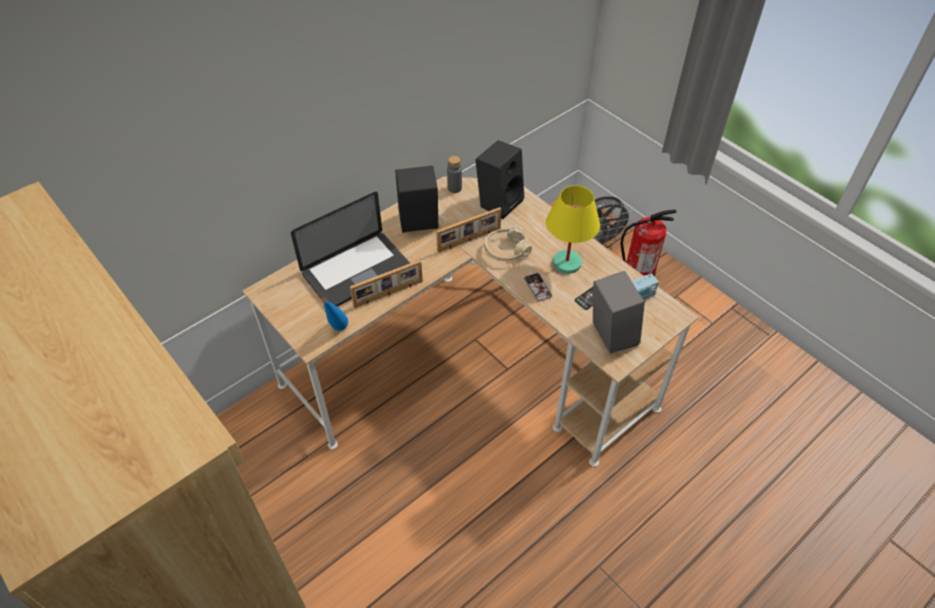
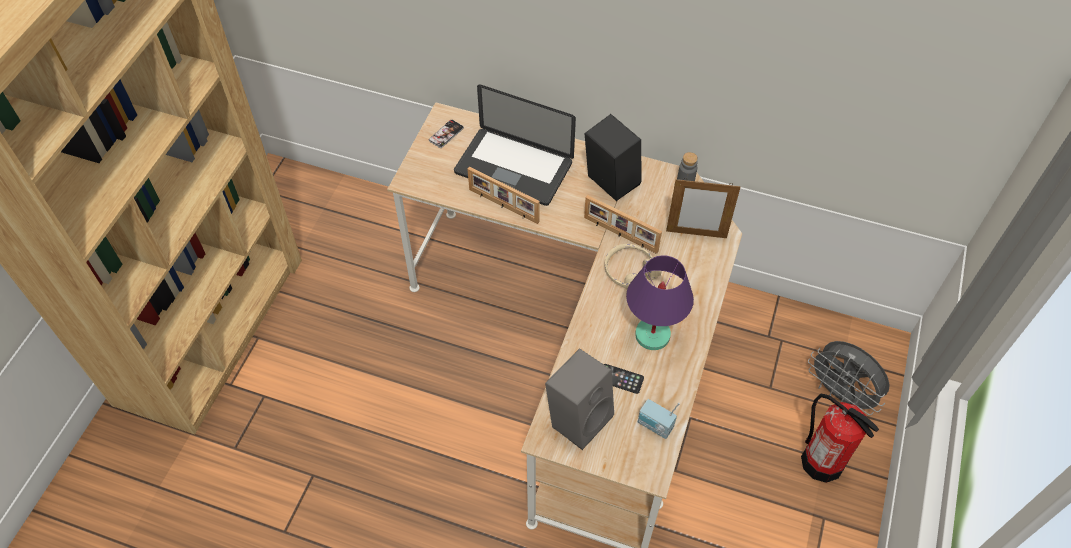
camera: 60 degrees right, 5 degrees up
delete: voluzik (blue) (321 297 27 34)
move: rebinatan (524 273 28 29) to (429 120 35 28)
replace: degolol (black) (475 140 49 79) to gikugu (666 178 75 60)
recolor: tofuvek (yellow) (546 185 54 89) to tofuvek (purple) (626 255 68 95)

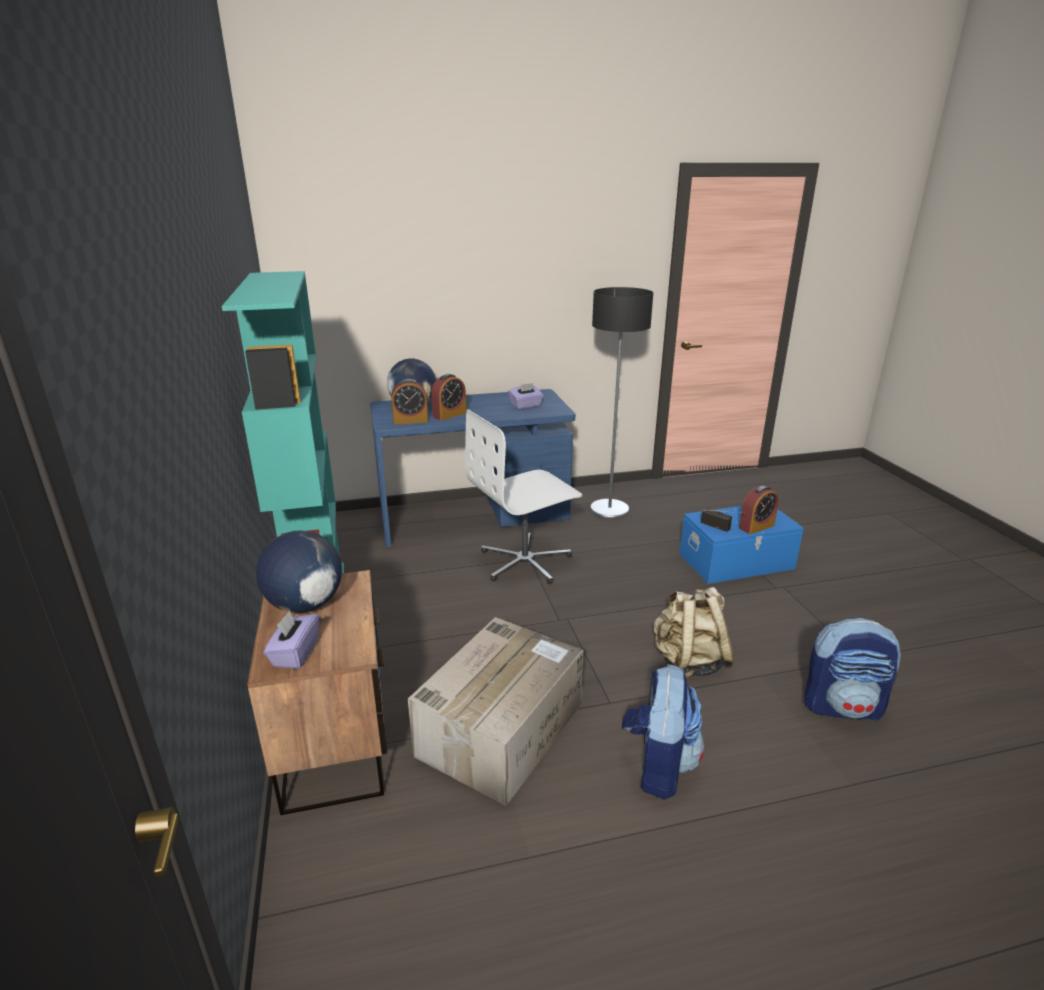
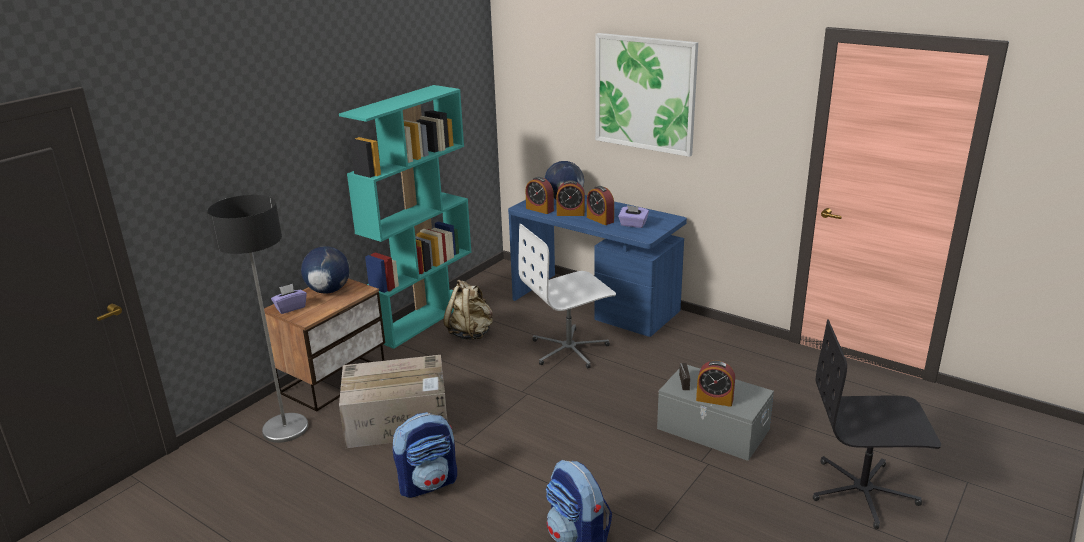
camera: 50 degrees right, 0 degrees up
insert: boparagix (587 186 27 39); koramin (595 33 103 124); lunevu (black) (813 319 128 210)
move: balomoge (590 287 63 233) to (207 195 101 248); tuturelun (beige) (654 587 80 91) to (444 280 49 60)
recolor: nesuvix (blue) (680 506 124 78) to nesuvix (grey) (657 365 117 96)
rotate: lunevu (white) (465 409 117 175) = (519 224 97 144) 45 degrees counterclockwise

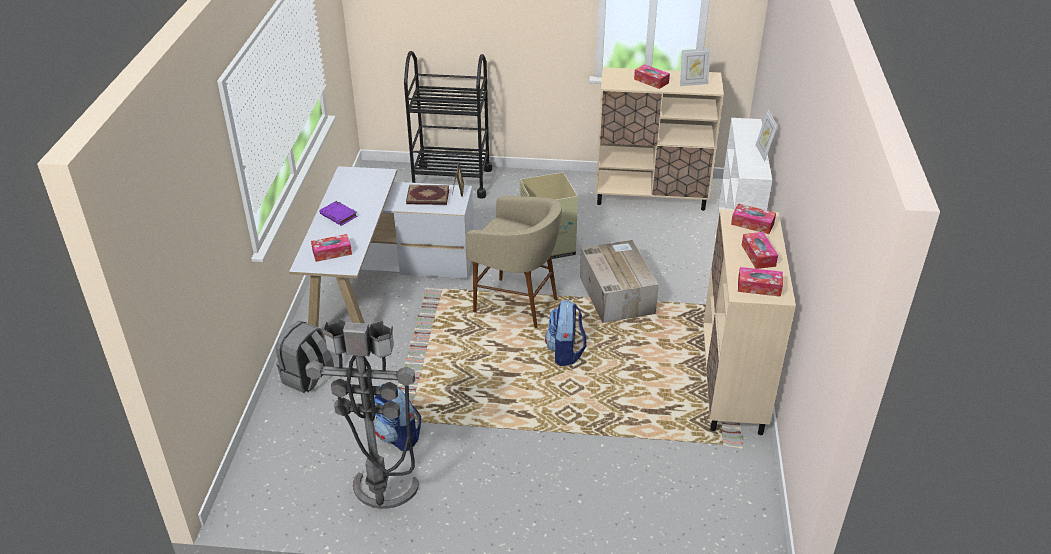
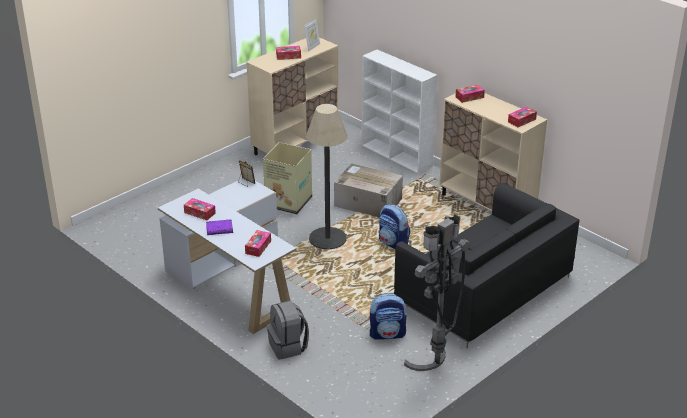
camera: 50 degrees left, 5 degrees down
delete: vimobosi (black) (404 51 88 148); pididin (406 185 43 20); gikugu (756 110 22 51)
insert: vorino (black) (394 183 186 166)
move: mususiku (742 232 36 37) to (184 198 32 22)
replace: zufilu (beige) (465 196 97 132) to balomoge (306 104 41 145)

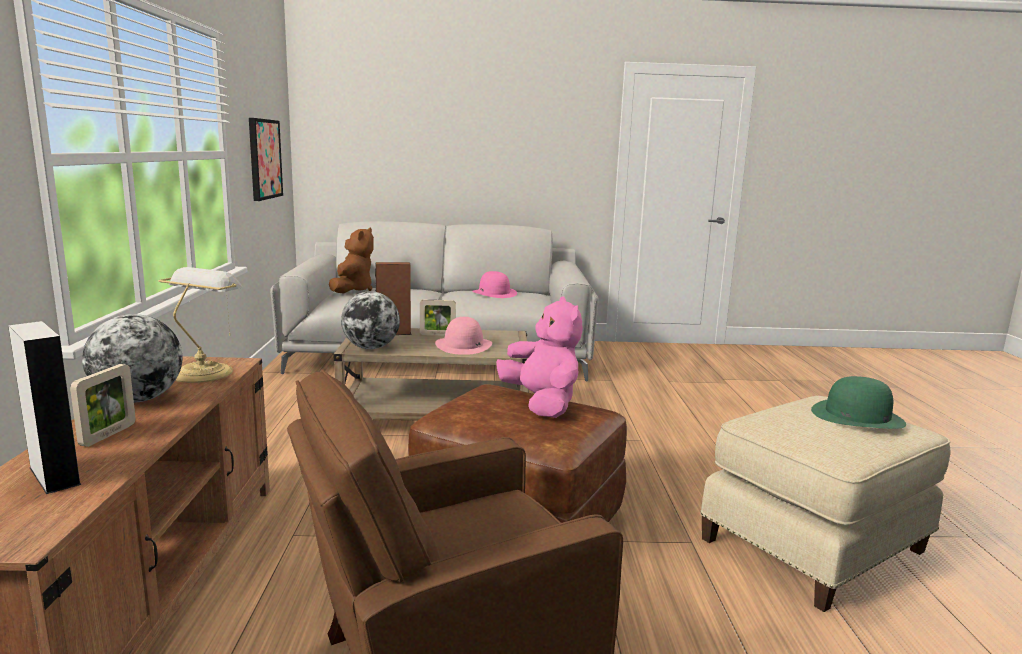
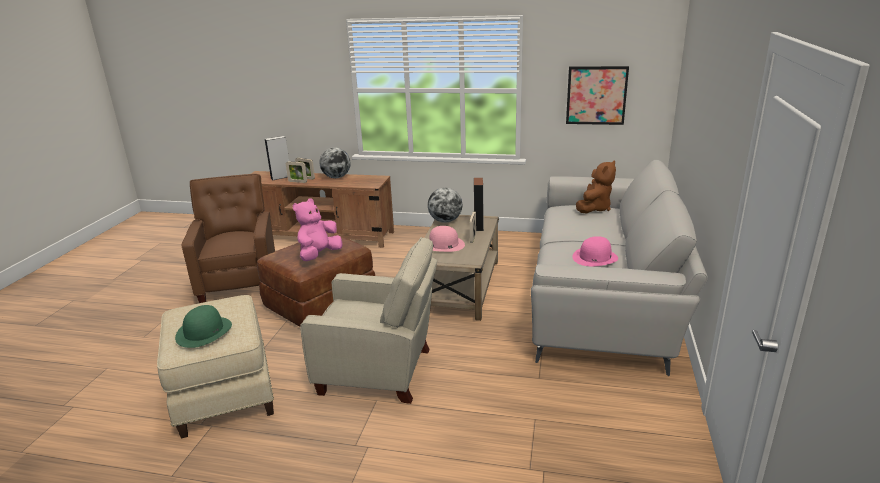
camera: 105 degrees right, 10 degrees up
delete: tofuvek (158 267 84 116)
insert: gikugu (286 161 21 22); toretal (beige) (300 237 137 167)
rotate: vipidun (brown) (329 227 45 66) = (576 160 40 54) 75 degrees counterclockwise; vipidun (pink) (496 296 87 122) = (293 199 50 62) 135 degrees clockwise

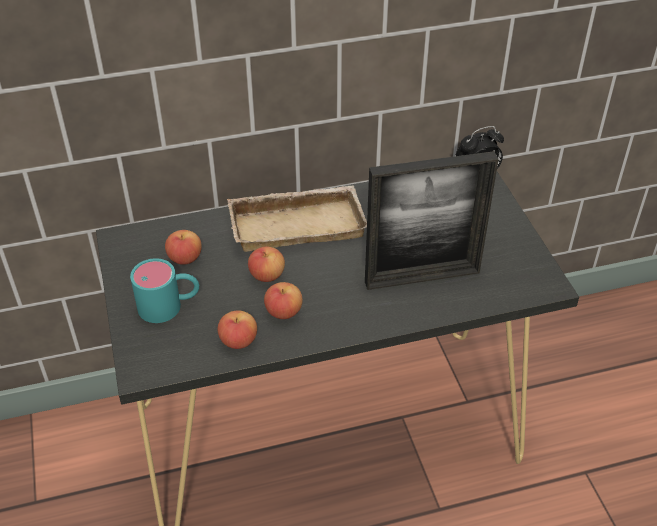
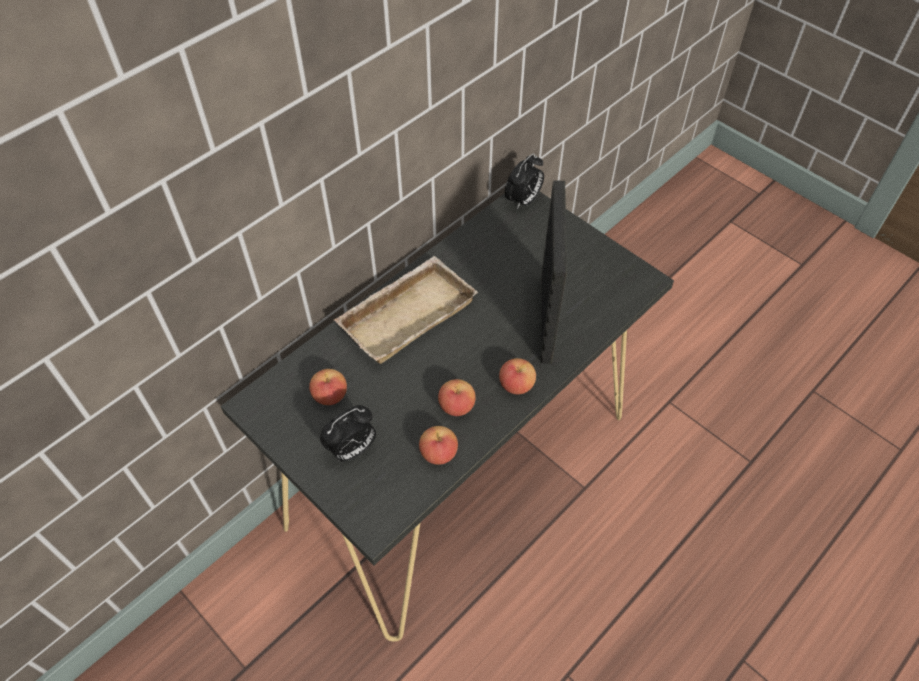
camera: 30 degrees left, 10 degrees up
move: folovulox (248 247 37 35) to (499 358 37 36)
replace: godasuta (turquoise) (130 258 69 65) to boparagix (320 405 56 57)
rotate: gikugu (365 151 134 139) = (541 180 26 184) 45 degrees counterclockwise

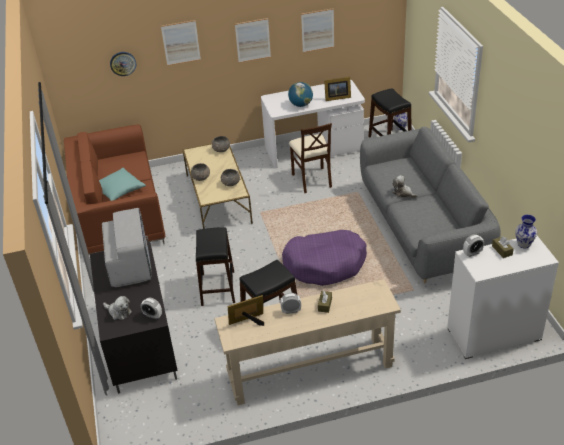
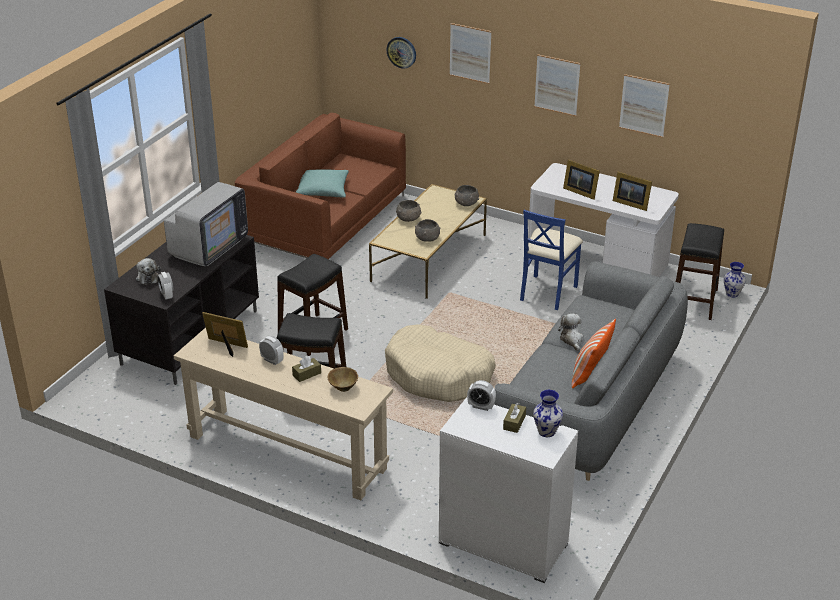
camera: 40 degrees right, 5 degrees down
insert: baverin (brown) (328 367 30 25); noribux (572 319 44 69)
replace: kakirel (288 82 25 25) to gikugu (563 160 37 40)
recolor: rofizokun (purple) (282 230 85 56) to rofizokun (beige) (385 324 111 78); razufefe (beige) (289 123 43 70) to razufefe (blue) (520 210 63 100)

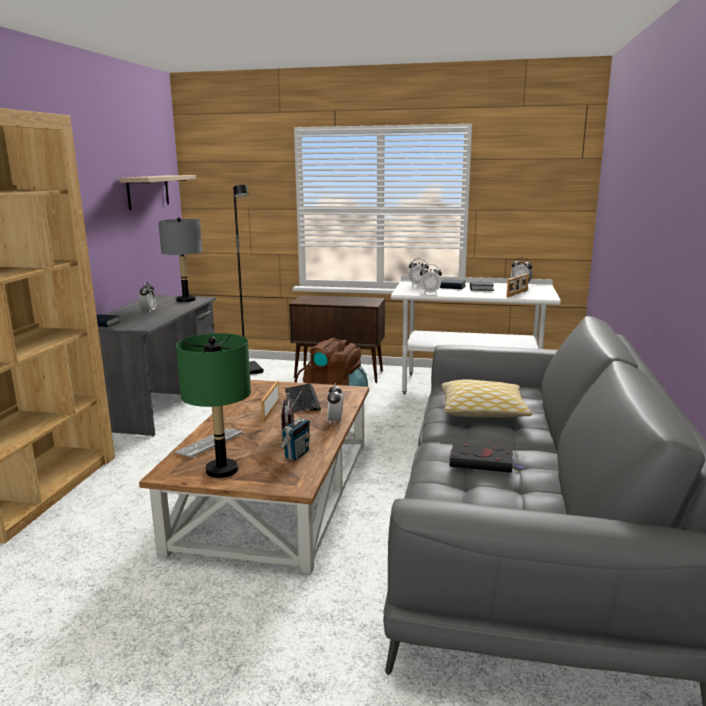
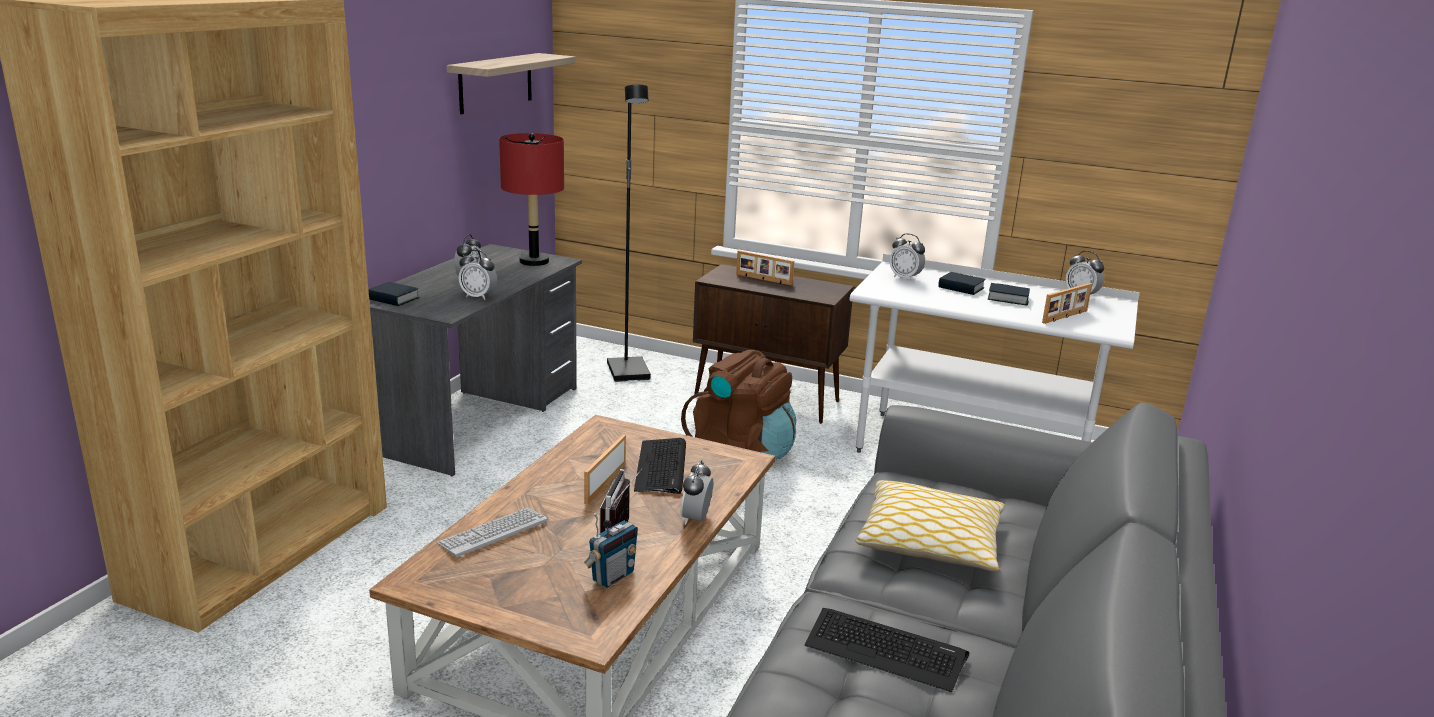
camera: 10 degrees right, 5 degrees up
delete: tofuvek (green) (176 333 75 145)
insert: gikugu (736 250 58 36)
move: boparagix (420 264 22 30) to (459 250 38 50)
replace: pididin (black) (449 442 76 31) to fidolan (805 608 164 84)
recolor: tofuvek (grey) (158 217 44 85) to tofuvek (red) (499 133 65 133)

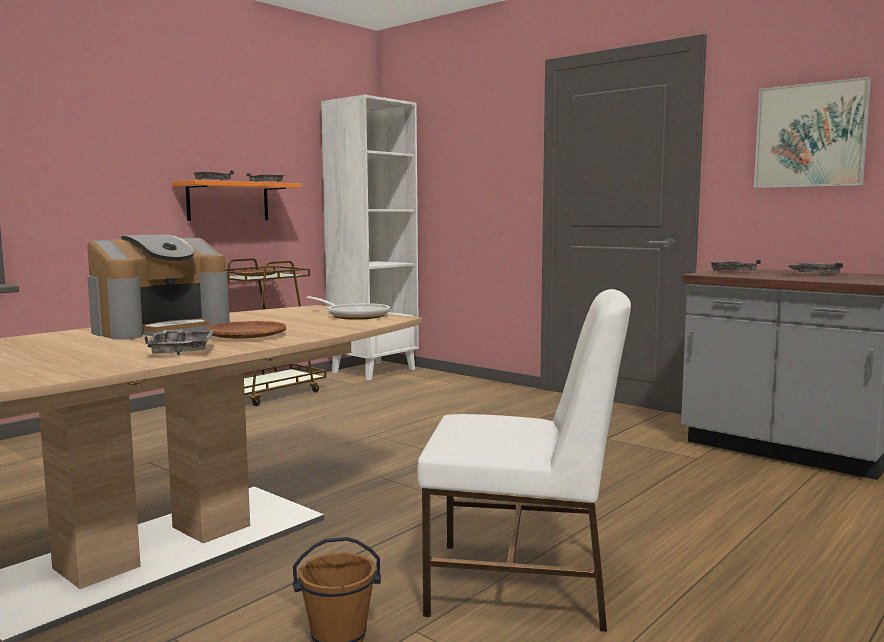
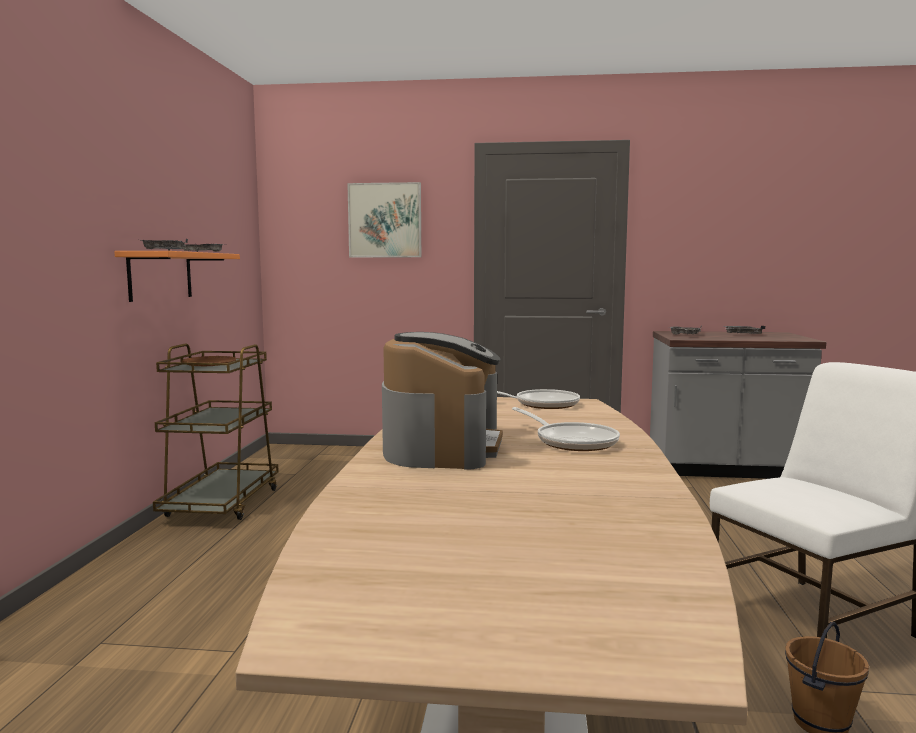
camera: 35 degrees left, 0 degrees up
delete: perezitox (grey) (145 330 69 25); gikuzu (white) (321 95 98 285)
move: koramin (754 77 117 111) to (347 182 74 75)
replace: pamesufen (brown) (205 321 82 18) to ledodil (512 407 108 44)

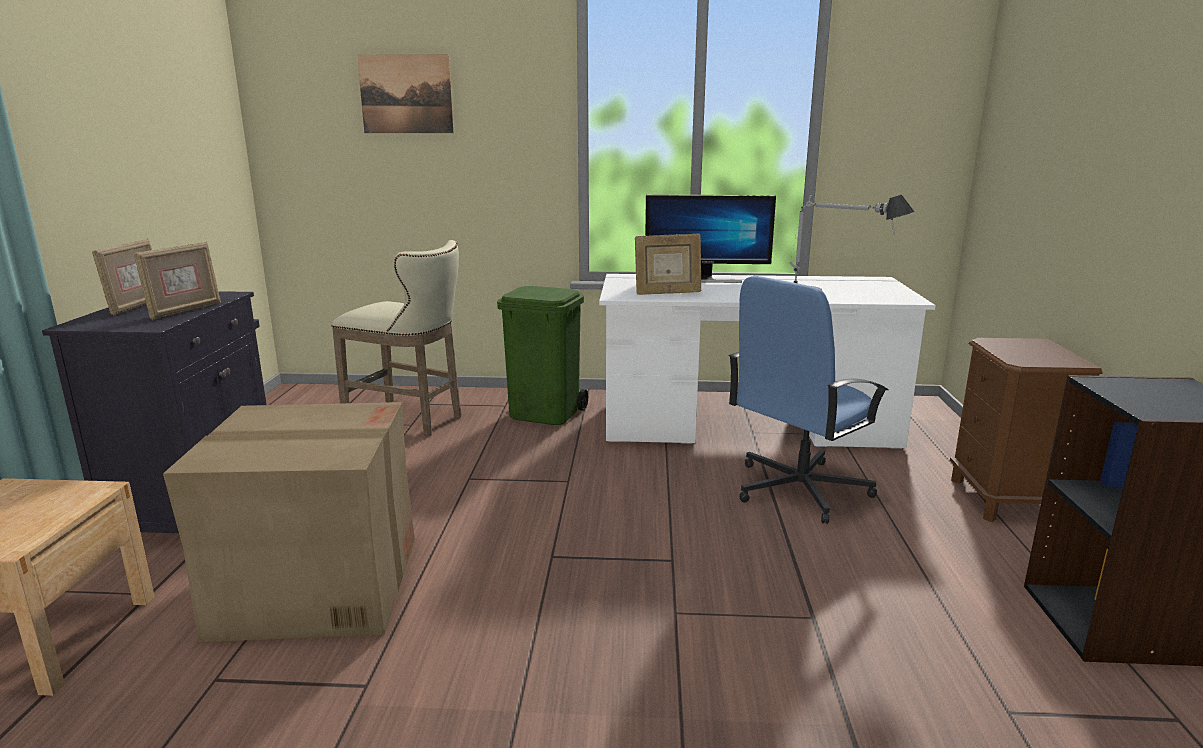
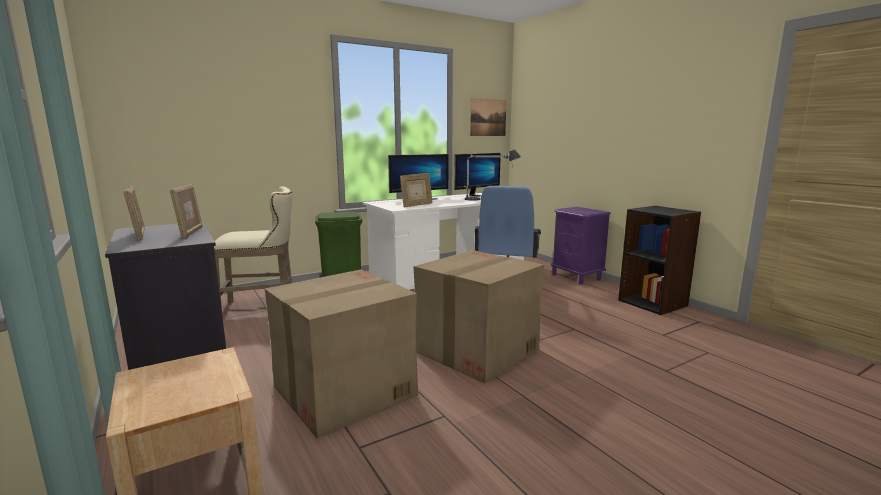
camera: 35 degrees left, 5 degrees down
insert: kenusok (413 250 131 134); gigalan (454 153 47 44)
move: koramin (357 54 97 79) to (470 98 37 38)
recolor: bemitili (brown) (950 338 152 184) to bemitili (purple) (551 207 60 78)

